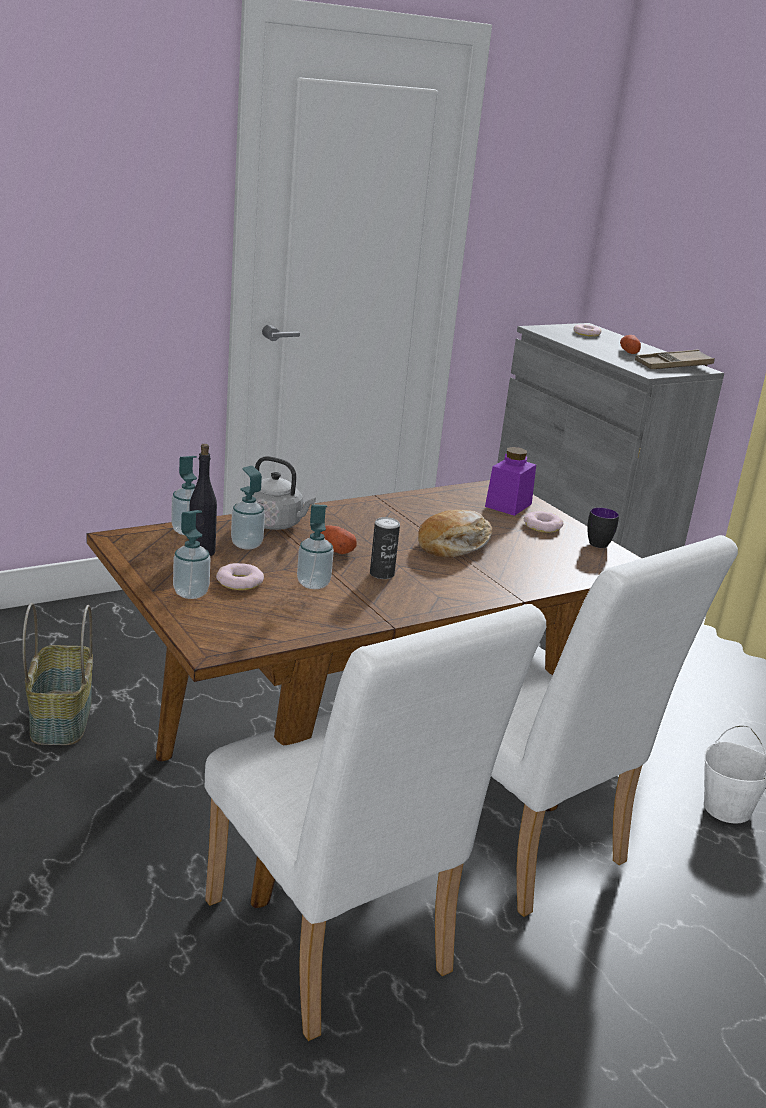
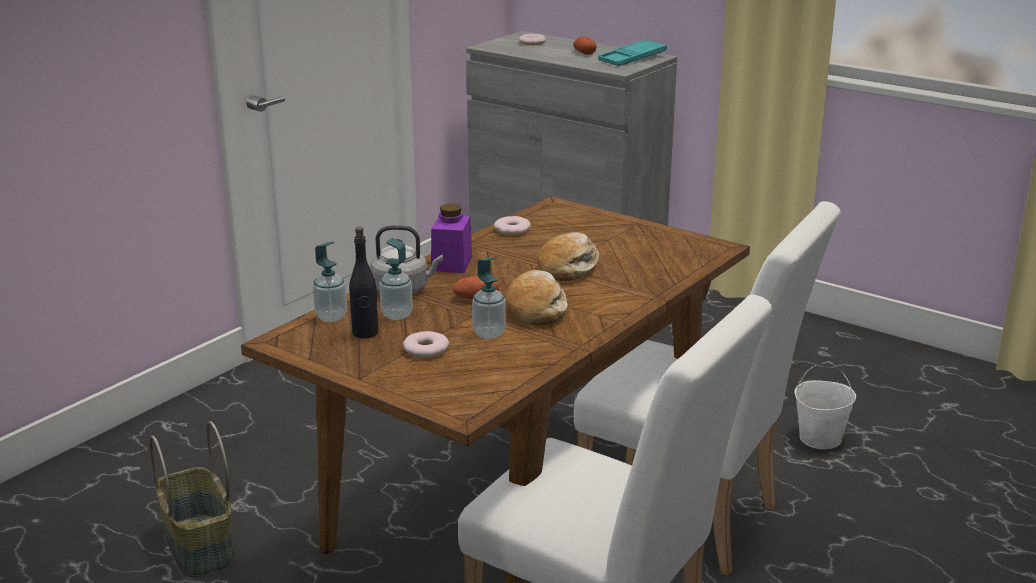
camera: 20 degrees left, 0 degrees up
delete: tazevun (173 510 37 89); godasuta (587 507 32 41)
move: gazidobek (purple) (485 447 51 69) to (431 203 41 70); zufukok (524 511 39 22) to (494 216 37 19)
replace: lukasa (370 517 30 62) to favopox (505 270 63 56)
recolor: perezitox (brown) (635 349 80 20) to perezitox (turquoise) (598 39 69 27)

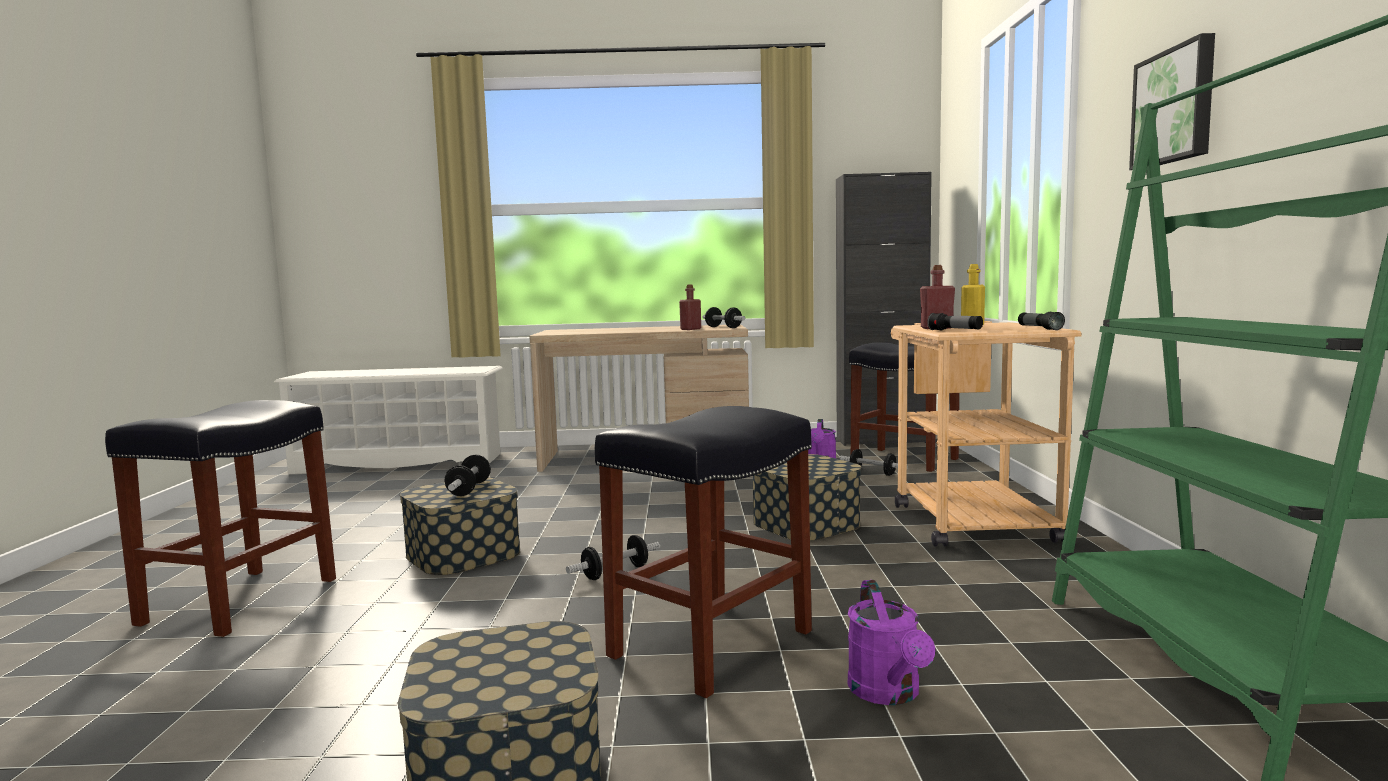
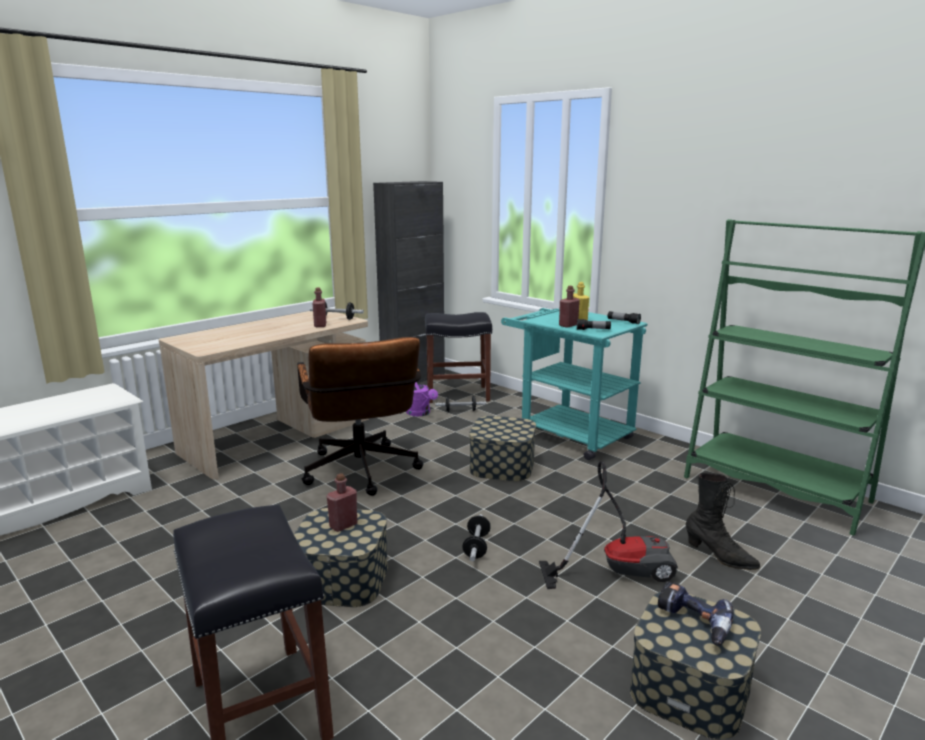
camera: 45 degrees left, 10 degrees up
delete: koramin (1129 33 86 137)
insert: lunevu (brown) (297 337 126 159); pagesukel (658 582 75 64)
replace: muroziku (444 454 47 42) to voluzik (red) (327 473 30 59); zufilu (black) (595 406 217 292) to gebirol (539 461 139 128); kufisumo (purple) (847 580 88 125) to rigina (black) (686 473 74 97)
recolor: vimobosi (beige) (891 321 191 226) to vimobosi (turquoise) (501 308 146 152)

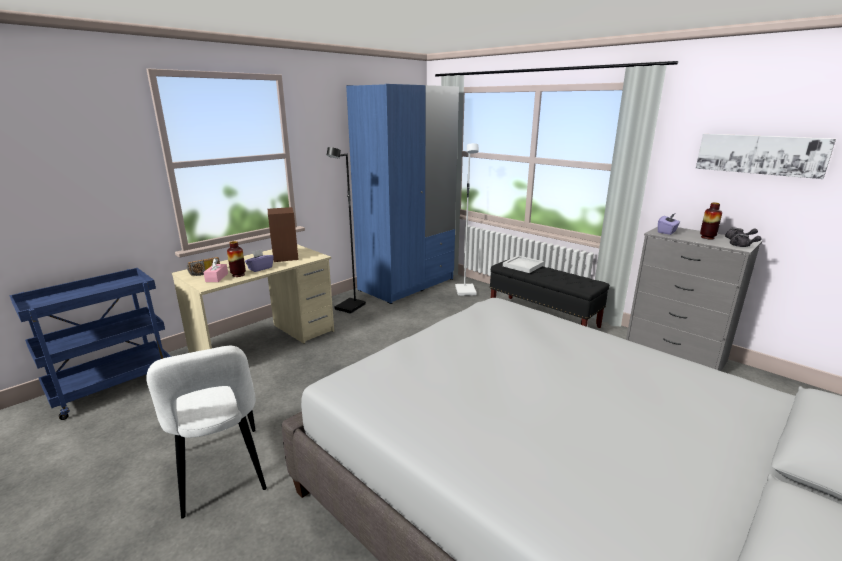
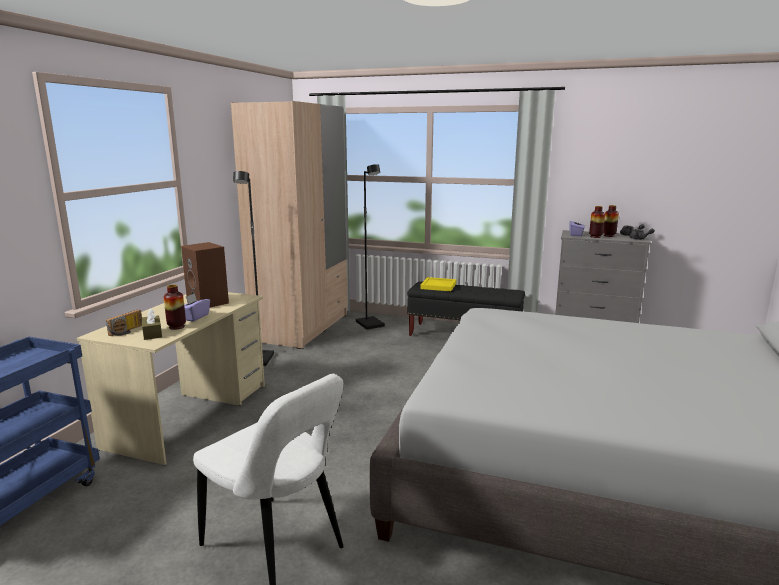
camera: 25 degrees left, 5 degrees down
delete: koramin (696 134 140 45)
insert: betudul (589 206 16 32)
recolor: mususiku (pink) (204 258 24 24) to mususiku (brown) (141 308 21 32); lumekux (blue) (346 84 113 220) to lumekux (beige) (231 101 117 248); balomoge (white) (455 143 24 153) to balomoge (black) (356 164 29 166); perezitox (white) (503 256 41 17) to perezitox (yellow) (420 277 36 14)

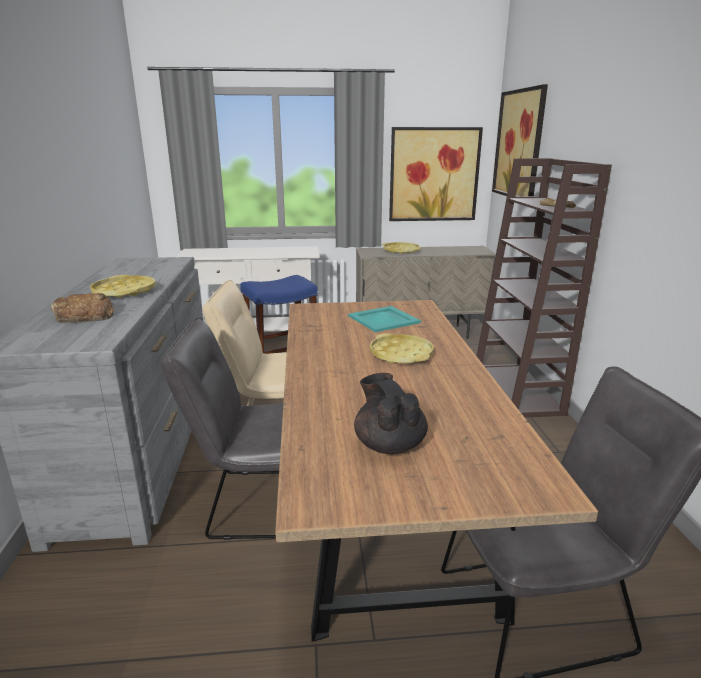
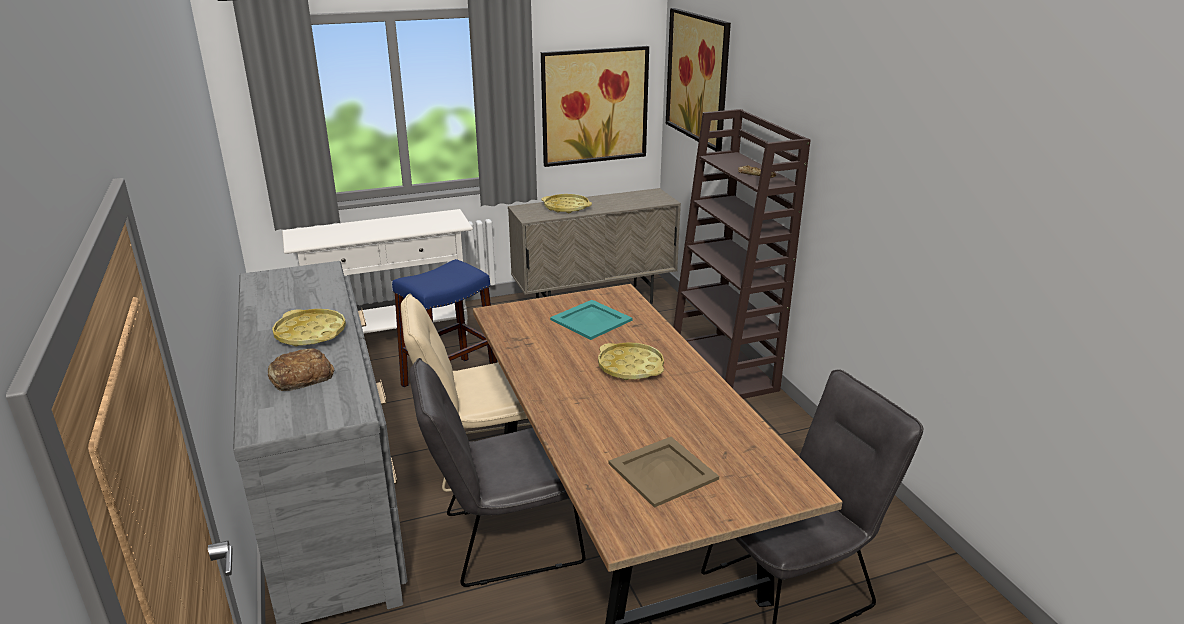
camera: 15 degrees left, 5 degrees up
replace: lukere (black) (354 373 74 81) to perezitox (beige) (609 437 110 71)

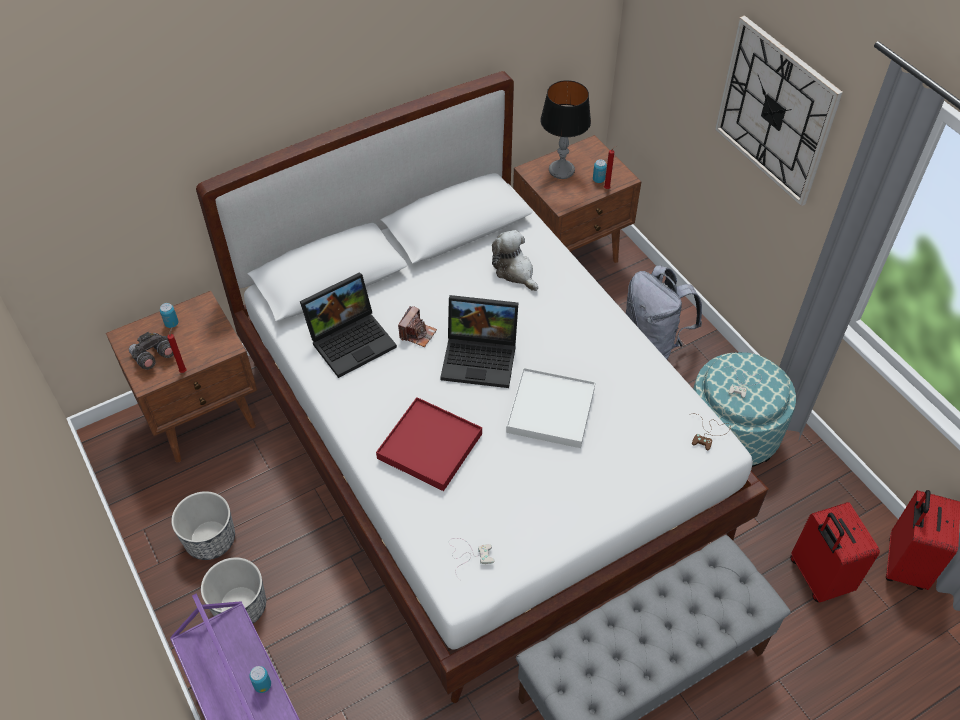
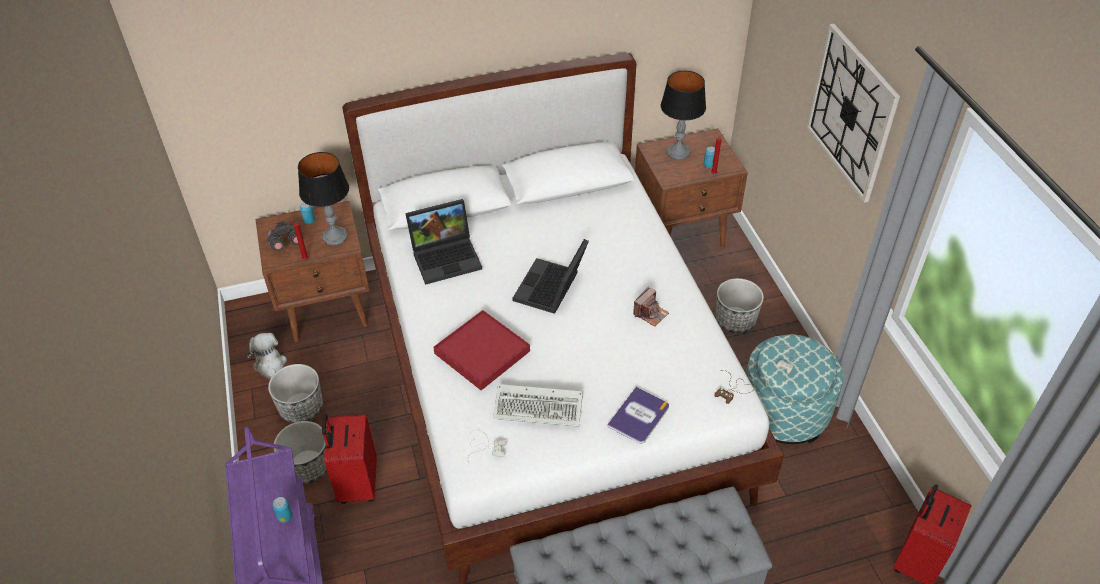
camera: 15 degrees right, 5 degrees down
delete: perezitox (white) (506 367 90 81)
insert: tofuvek (298 152 51 93); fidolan (493 384 90 43); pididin (607 387 62 57)
move: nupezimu (398 306 39 41) to (633 287 36 40); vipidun (492 230 46 61) to (247 333 40 47); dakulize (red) (790 502 90 100) to (322 414 55 90)
replace: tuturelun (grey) (626 265 76 94) to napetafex (715 278 49 55)
rotate: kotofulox (440 295 78 93) = (512 239 77 75) 90 degrees clockwise

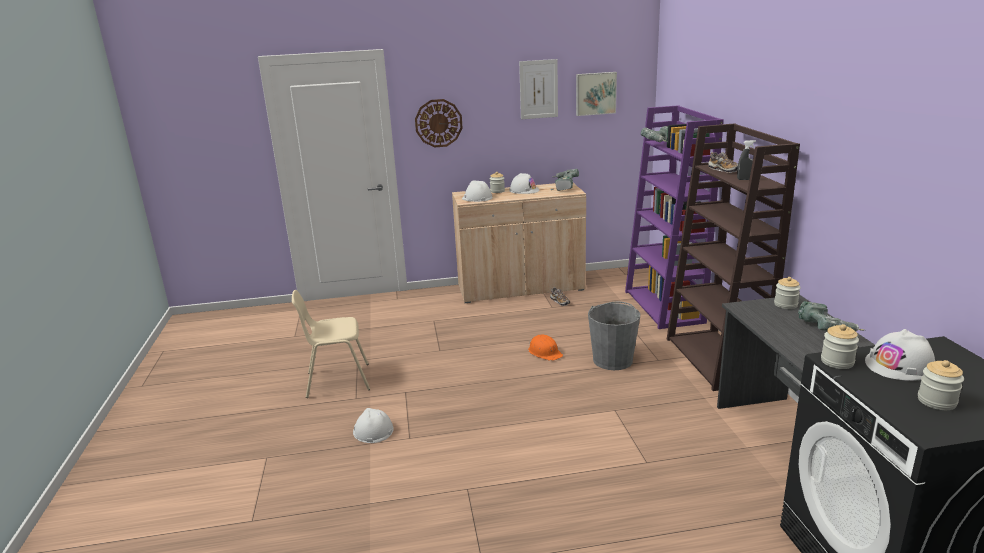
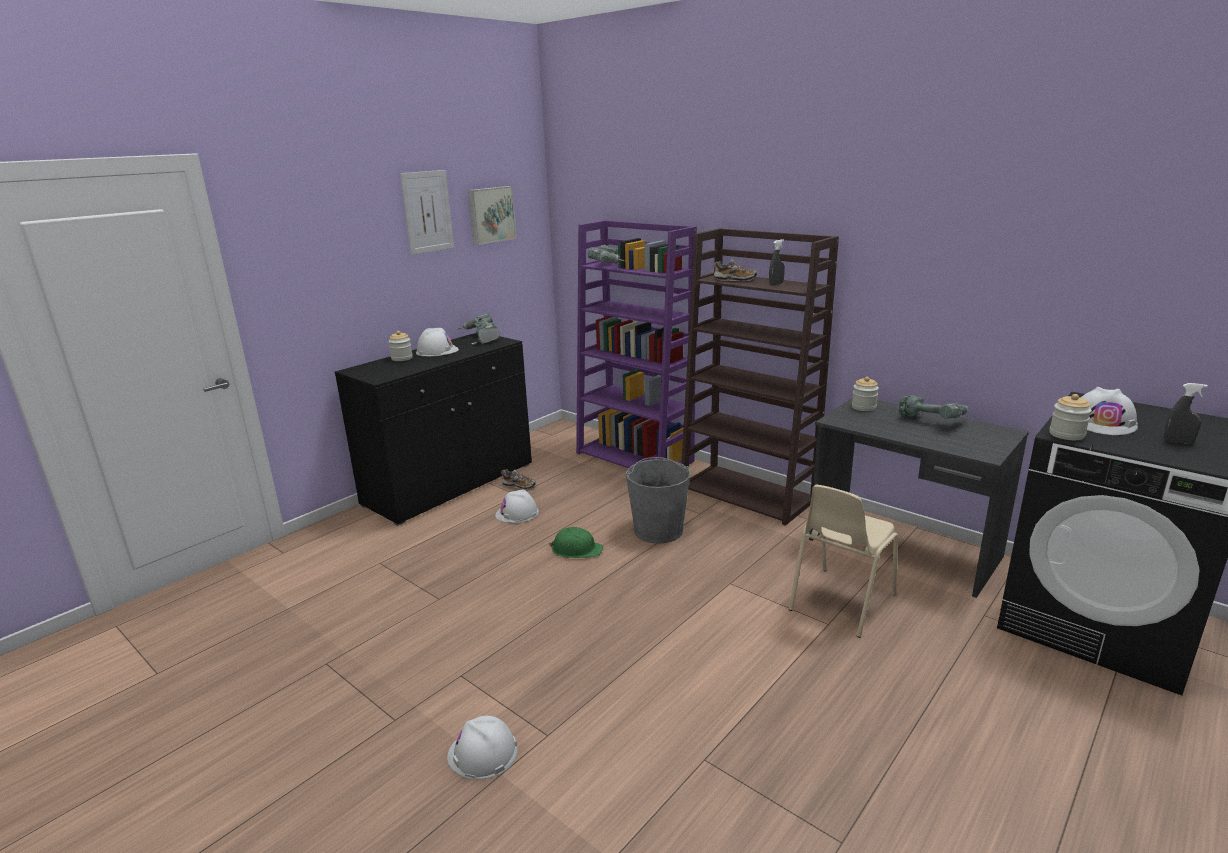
camera: 40 degrees left, 0 degrees up
delete: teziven (415 99 48 49)
move: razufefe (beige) (292 290 78 108) to (789 485 109 153); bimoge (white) (462 181 31 21) to (495 489 44 34)
replace: gazidobek (918 360 46 50) to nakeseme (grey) (1164 383 44 61)
recolor: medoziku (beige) (452 183 134 120) to medoziku (black) (335 333 197 193); bimoge (orange) (528 334 35 27) to bimoge (green) (549 527 54 31)

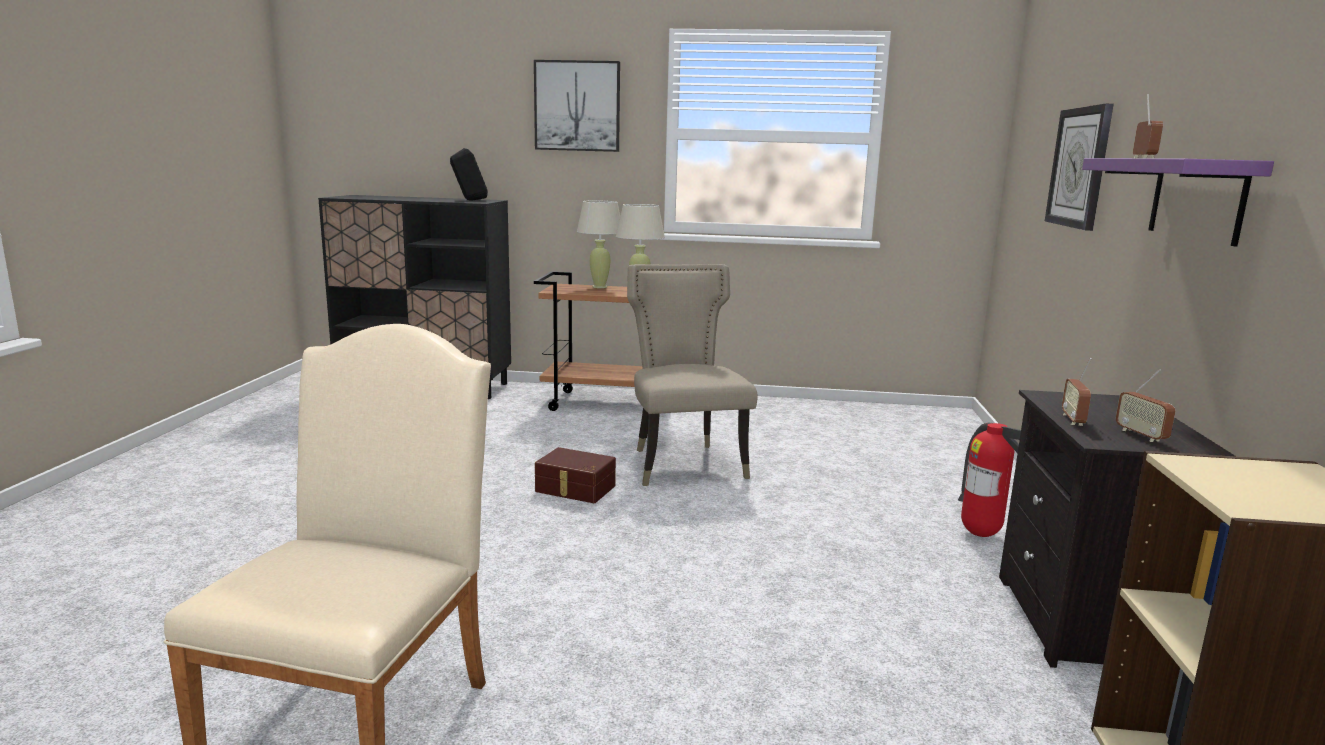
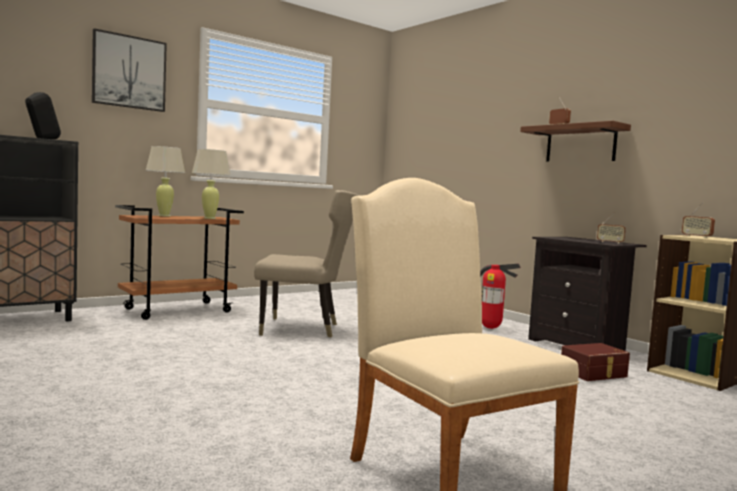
camera: 45 degrees left, 10 degrees down
delete: teziven (1045 104 69 127)
move: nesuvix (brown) (535 447 81 56) to (561 343 69 38); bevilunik (1062 358 30 68) to (682 202 33 36)
recolor: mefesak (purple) (1082 158 192 88) to mefesak (brown) (520 121 111 41)
rotate: razufefe (beige) (627 264 131 222) = (254 190 105 147) 150 degrees clockwise

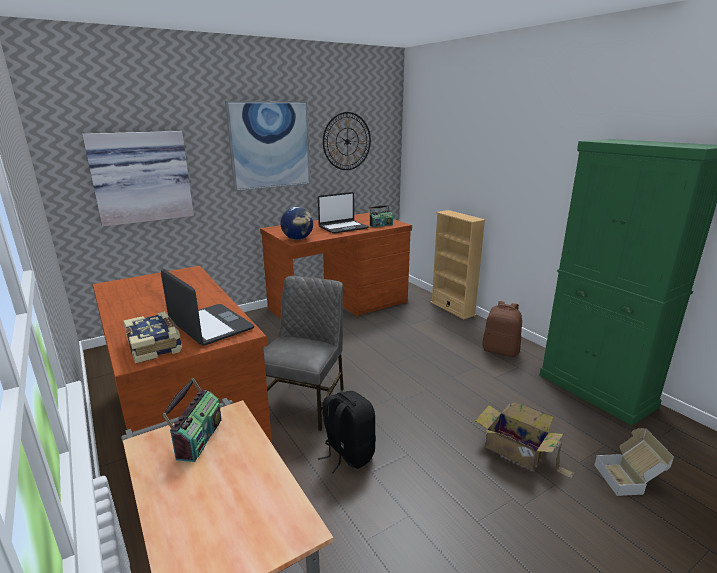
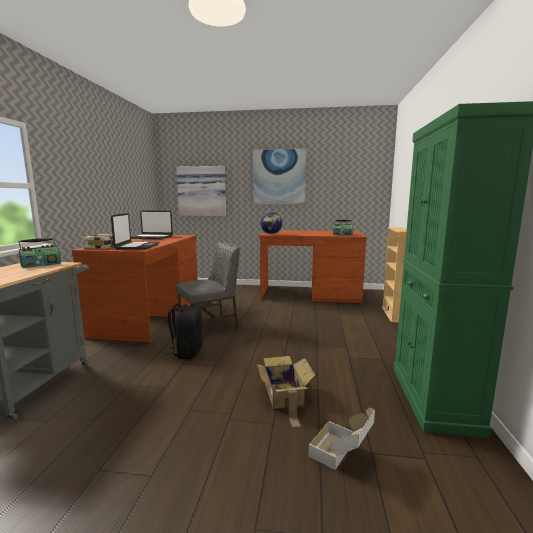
camera: 40 degrees right, 10 degrees down
delete: teziven (323 112 48 58); tuturelun (brown) (482 301 40 56)
move: kotofulox (318 192 51 42) to (131 210 42 29)

